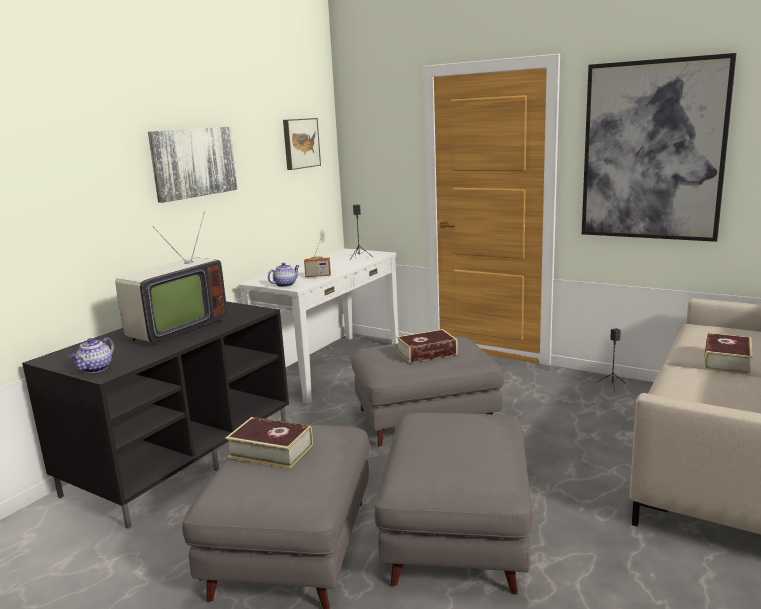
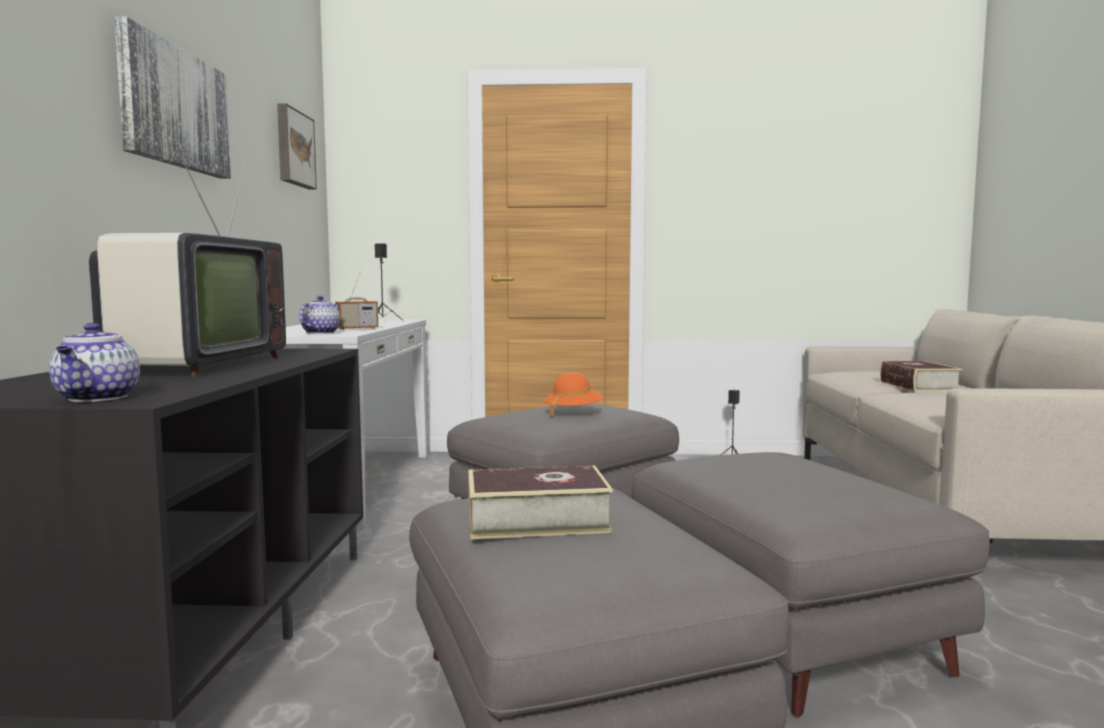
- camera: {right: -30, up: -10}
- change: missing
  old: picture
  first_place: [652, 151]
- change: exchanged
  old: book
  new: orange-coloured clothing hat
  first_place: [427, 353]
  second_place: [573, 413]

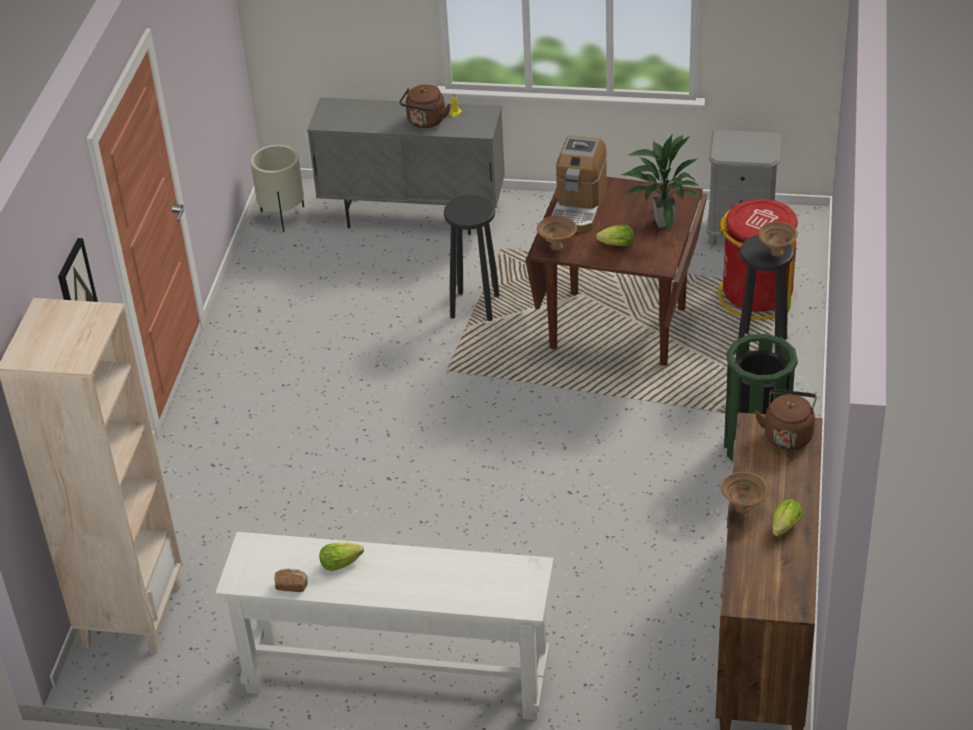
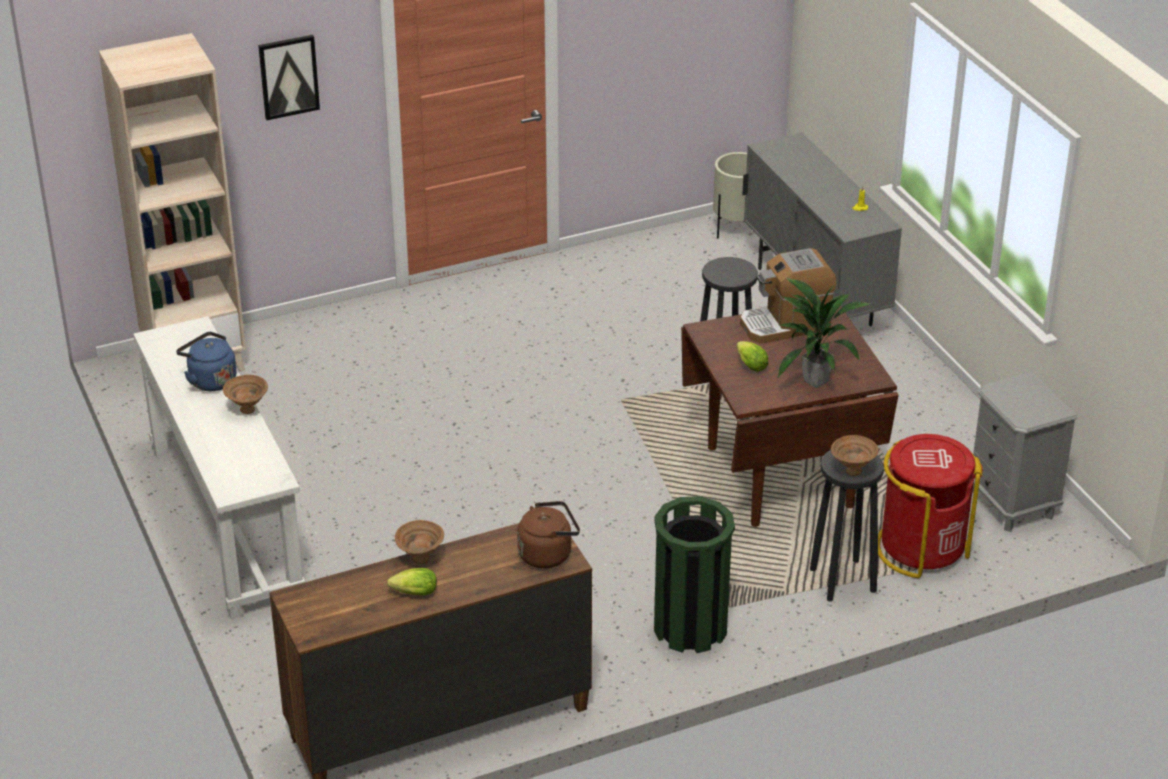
- camera: {right: 55, up: -5}
- change: missing
  old: bakery bread
  first_place: [291, 586]
- change: missing
  old: brownish water kettle
  first_place: [425, 122]
- change: relocated
  old: brownish serving bowl
  first_place: [557, 246]
  second_place: [248, 410]
- change: exchanged
  old: head of lettuce
  new: blue-coloured water kettle
  first_place: [343, 563]
  second_place: [210, 380]

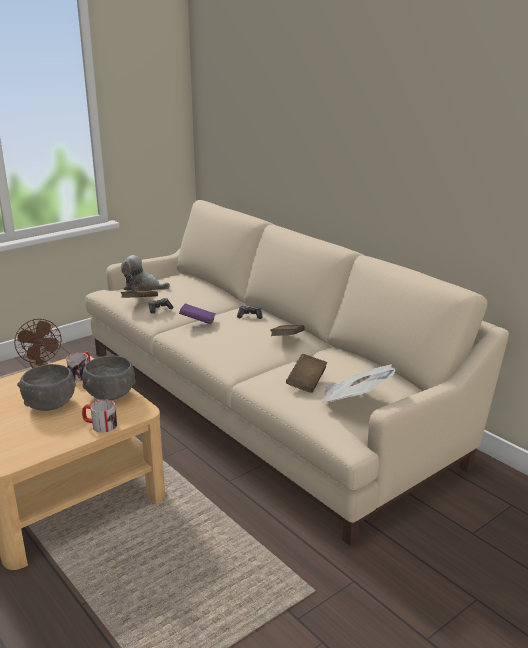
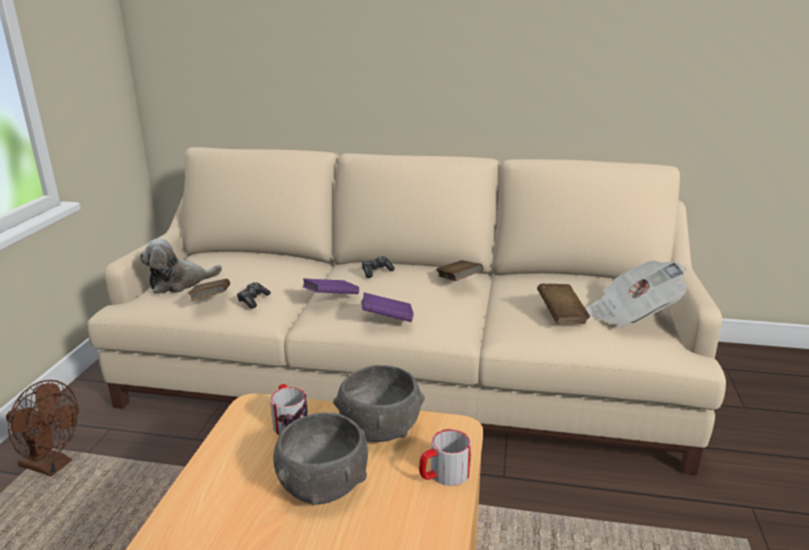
- camera: {right: -40, up: 0}
- change: appeared
  new: purplish book
  second_place: [387, 320]

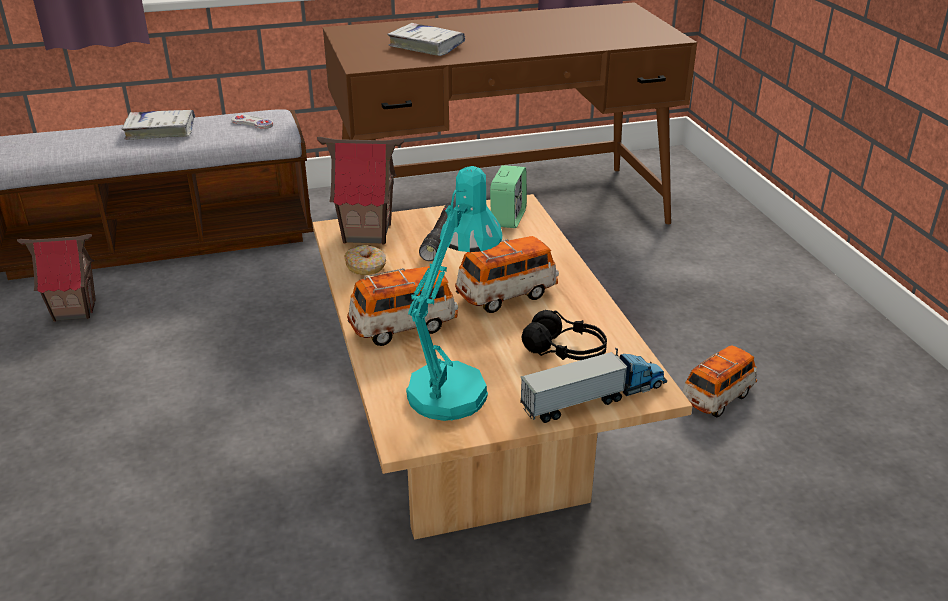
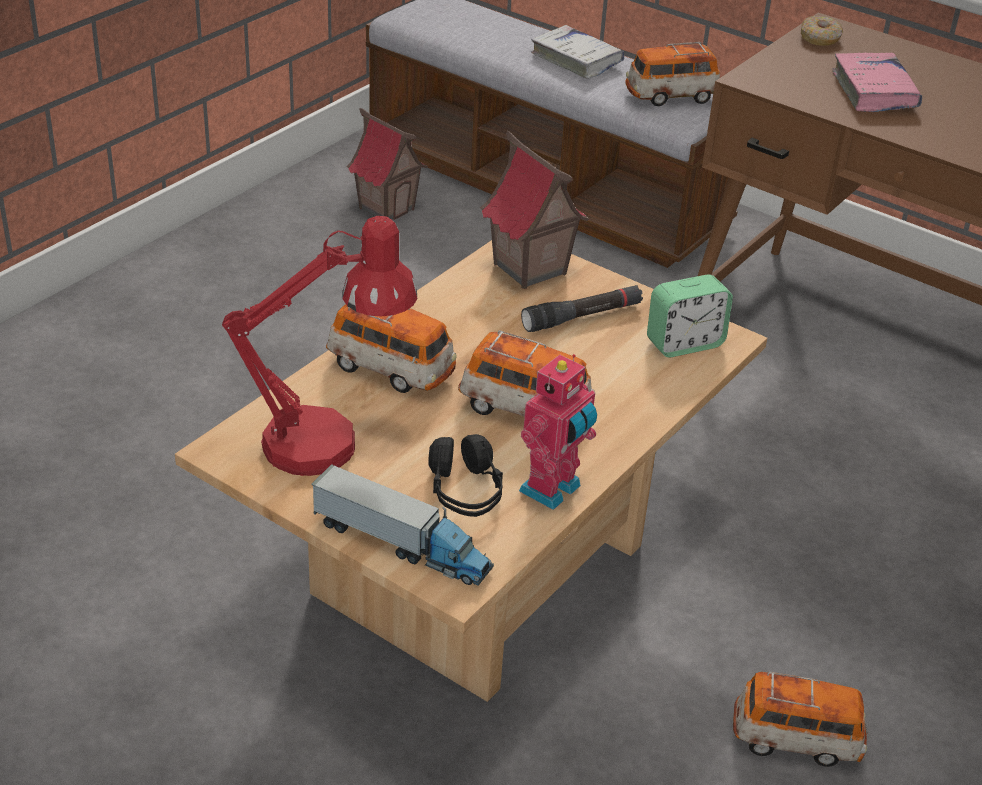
- camera: {right: 50, up: 5}
- change: appeared
  new: model robot
  second_place: [553, 490]
- change: relocated
  old: ring doughnut
  first_place: [366, 266]
  second_place: [820, 38]
- change: exchanged
  old: white game controller
  new: toy car
  first_place: [252, 123]
  second_place: [671, 96]
- change: colour
  old: white book
  new: pink-coloured book
  first_place: [426, 46]
  second_place: [874, 92]
- change: colour
  old: turquoise-coloured tabletop lamp
  new: red-coloured tabletop lamp
  first_place: [454, 384]
  second_place: [330, 443]

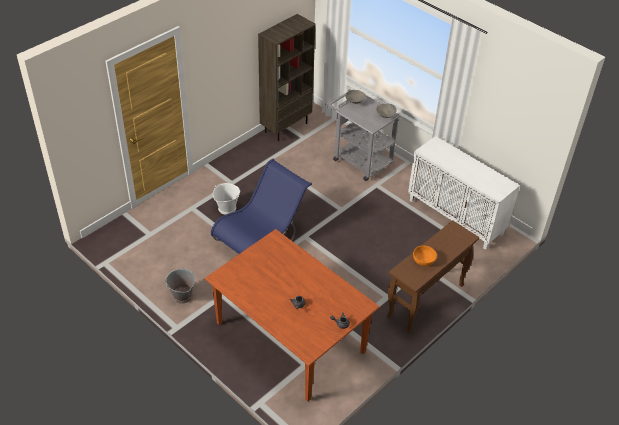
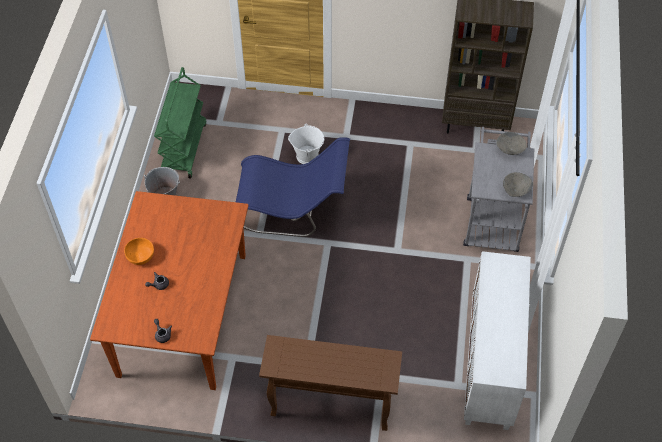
- camera: {right: 55, up: 10}
- change: appeared
  new: green-coloured wheeled cart
  second_place: [184, 148]
- change: relocated
  old: orange-coloured serving bowl
  first_place: [424, 260]
  second_place: [140, 256]

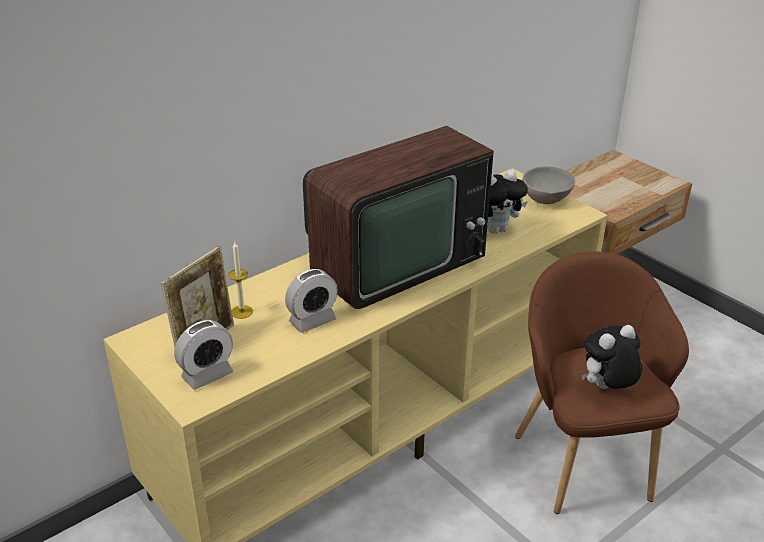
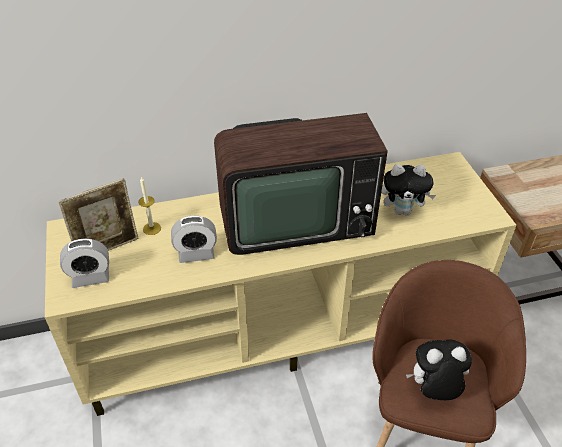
- camera: {right: 25, up: 10}
- change: missing
  old: gray serving bowl
  first_place: [547, 200]

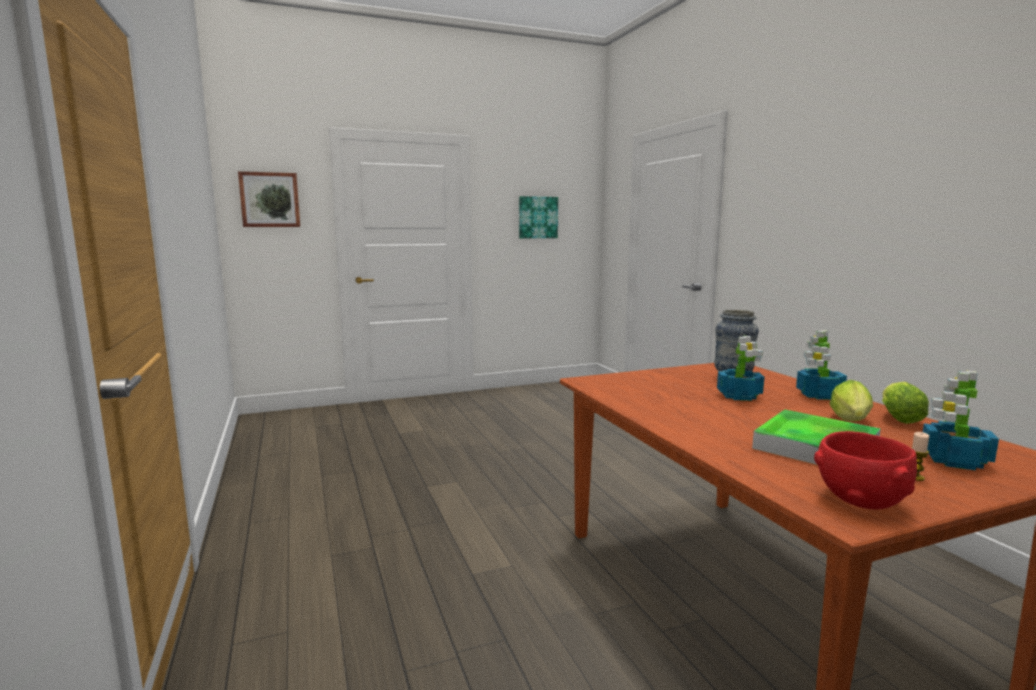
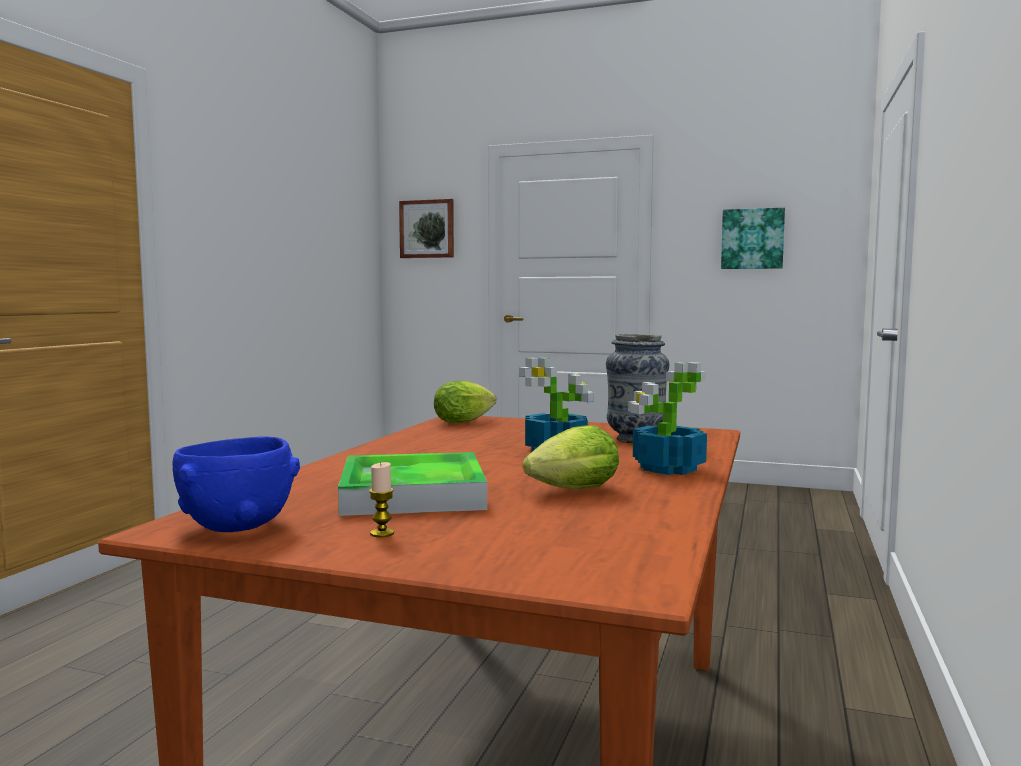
- camera: {right: 40, up: -5}
- change: missing
  old: plant in a pot
  first_place: [954, 461]
- change: relocated
  old: head of lettuce
  first_place: [898, 418]
  second_place: [466, 421]
- change: colour
  old: red-coloured serving bowl
  new: blue-coloured serving bowl
  first_place: [860, 501]
  second_place: [238, 526]

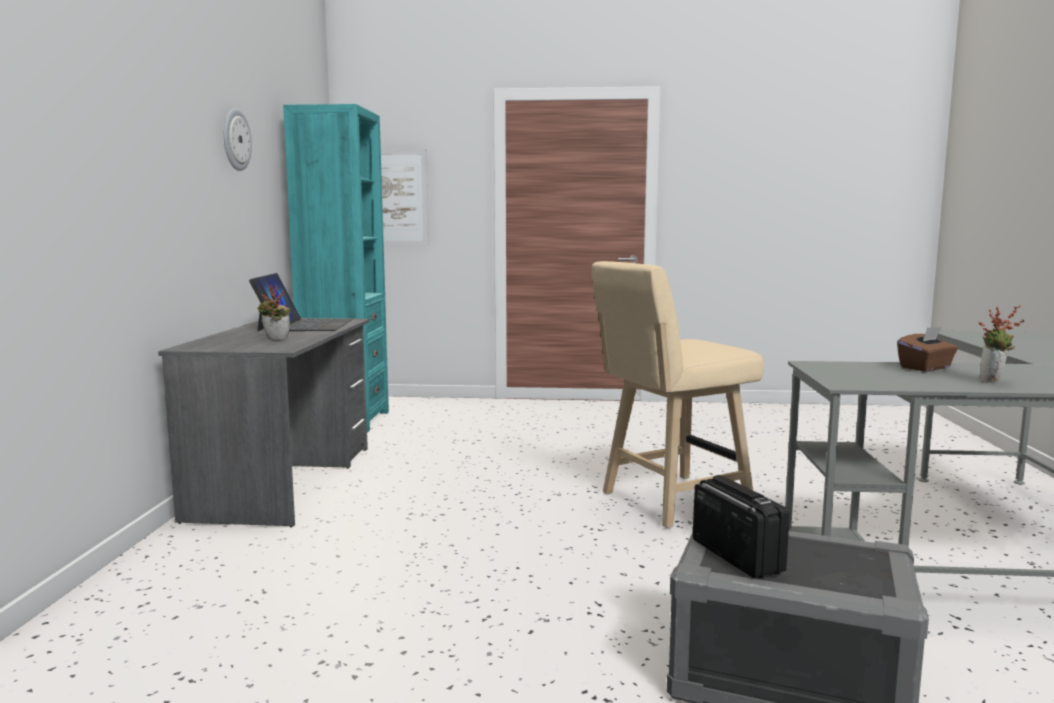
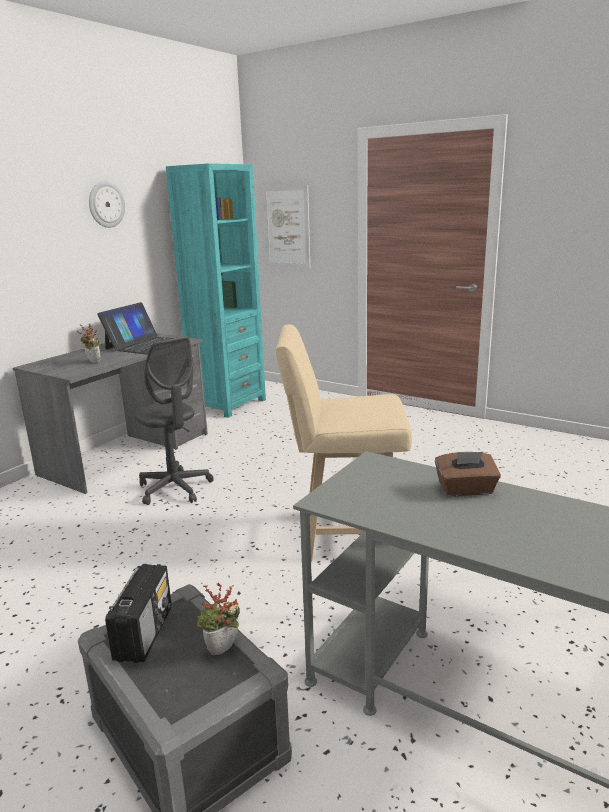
- camera: {right: 30, up: 10}
- change: appeared
  new: gray desk chair
  second_place: [175, 489]
- change: relocated
  old: plant in a pot
  first_place: [994, 381]
  second_place: [223, 651]

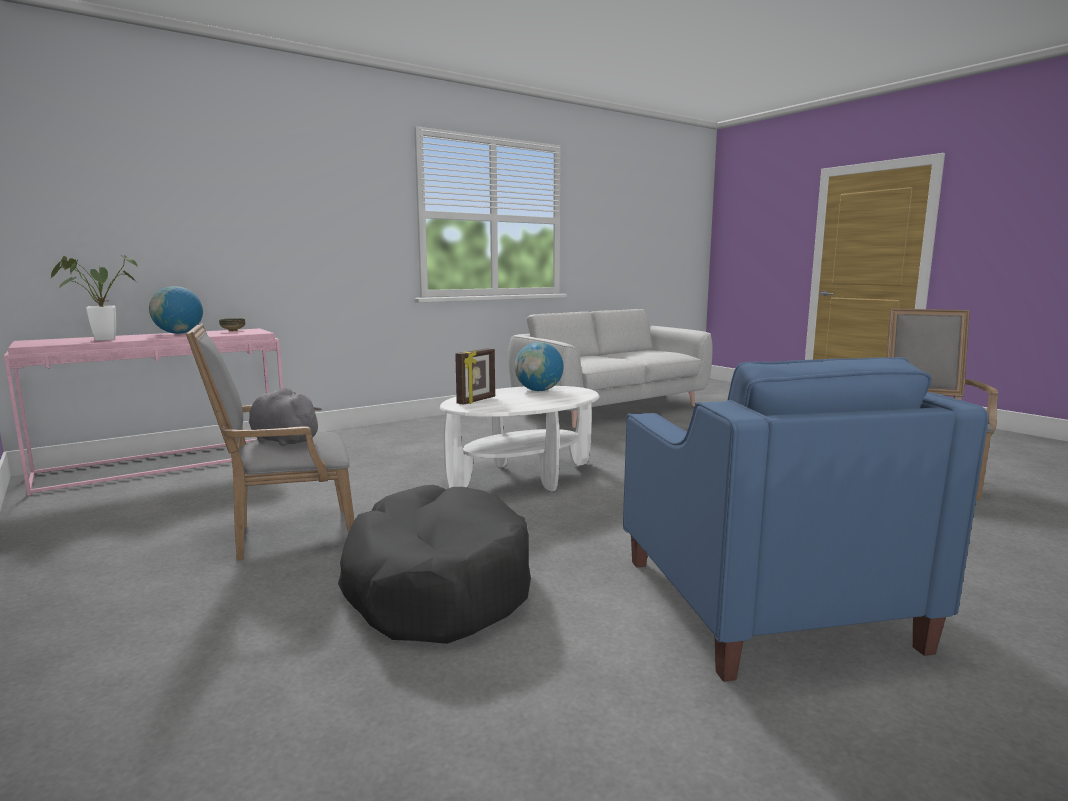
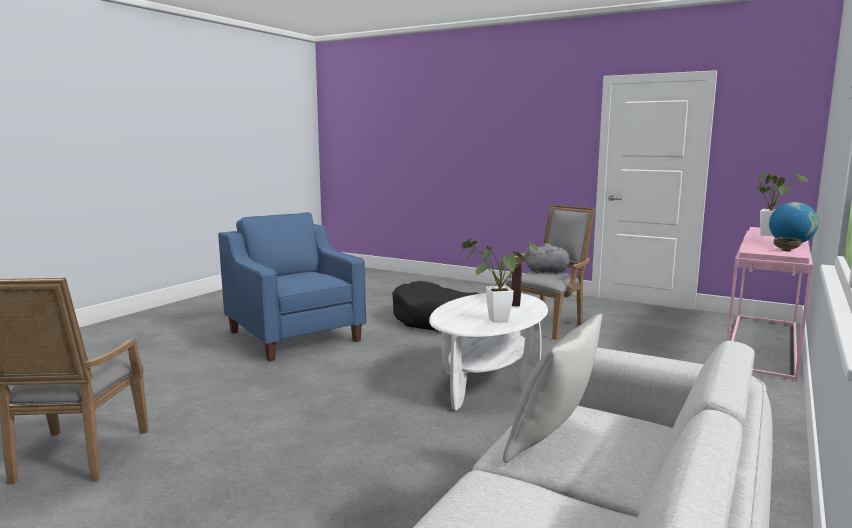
- camera: {right: 155, up: 0}
- change: appeared
  new: gray cushion
  second_place: [552, 442]
- change: exchanged
  old: globe
  new: plant in a pot
  first_place: [539, 390]
  second_place: [493, 320]

